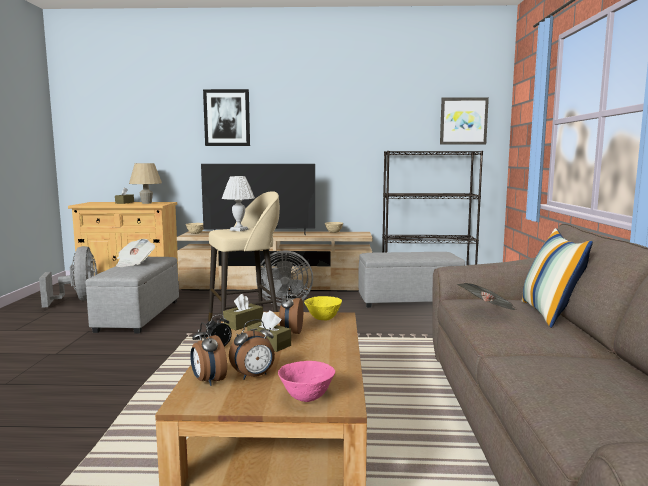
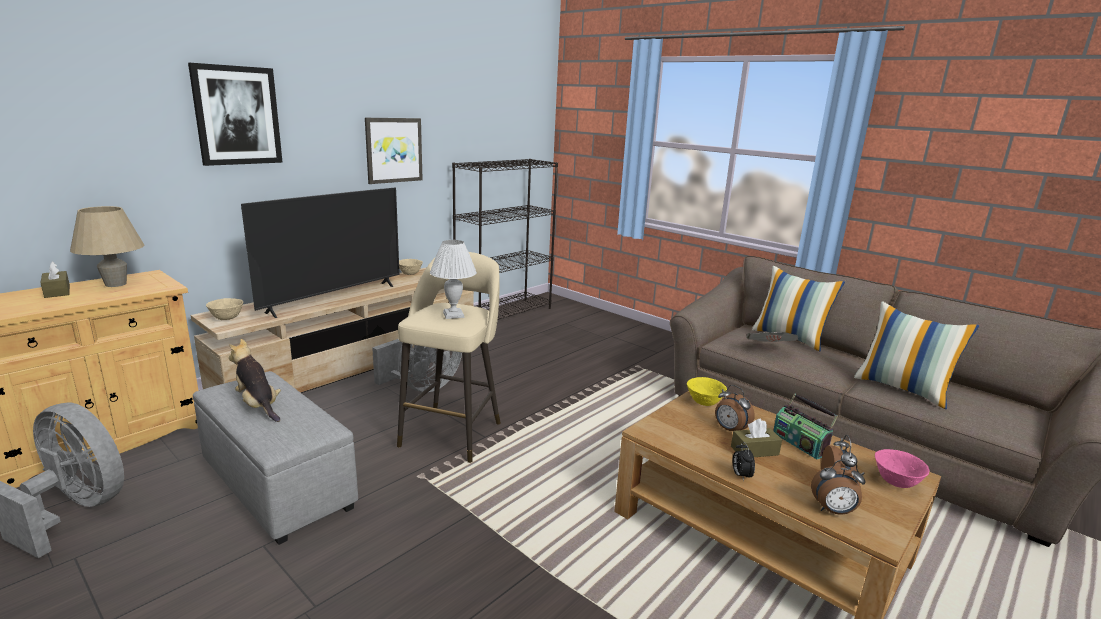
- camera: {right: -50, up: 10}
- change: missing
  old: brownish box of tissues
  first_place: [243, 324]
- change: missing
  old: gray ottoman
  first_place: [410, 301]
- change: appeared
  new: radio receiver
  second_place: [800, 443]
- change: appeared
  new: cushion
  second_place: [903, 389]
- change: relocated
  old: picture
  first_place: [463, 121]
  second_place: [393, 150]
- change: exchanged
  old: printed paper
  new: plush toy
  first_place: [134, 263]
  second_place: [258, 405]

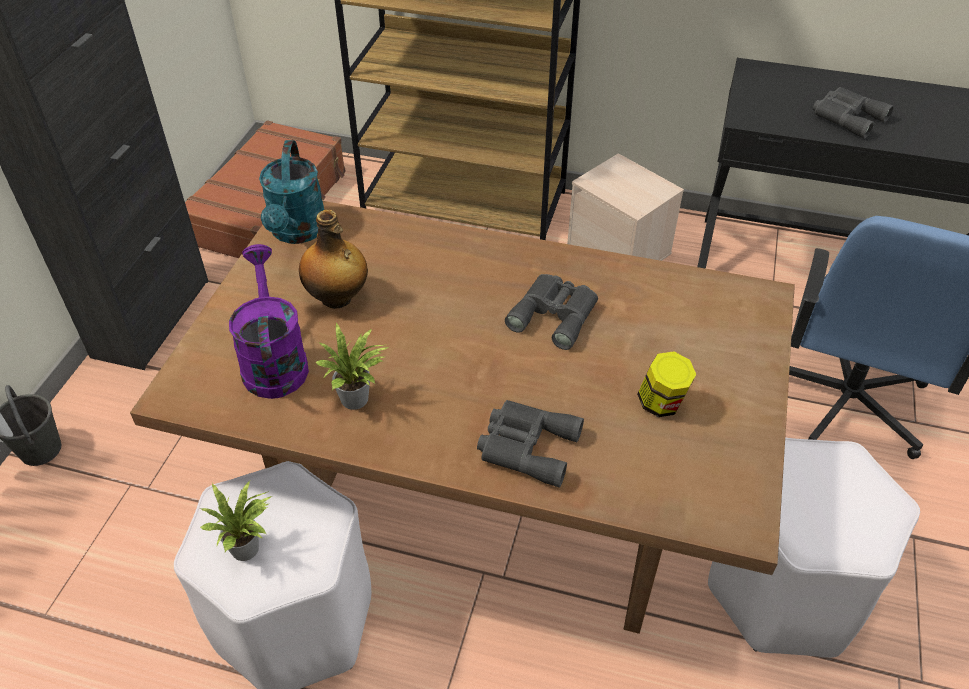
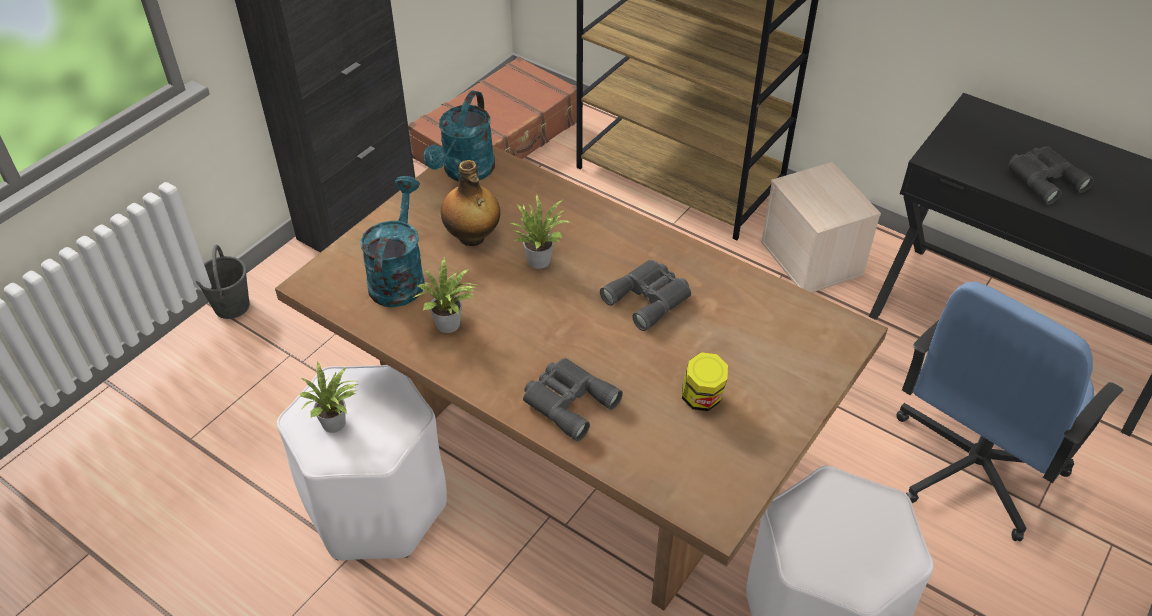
- camera: {right: 20, up: 0}
- change: appeared
  new: plant in a pot
  second_place: [539, 258]
- change: colour
  old: purplish sprinkling can
  new: turquoise-coloured sprinkling can
  first_place: [273, 361]
  second_place: [399, 276]

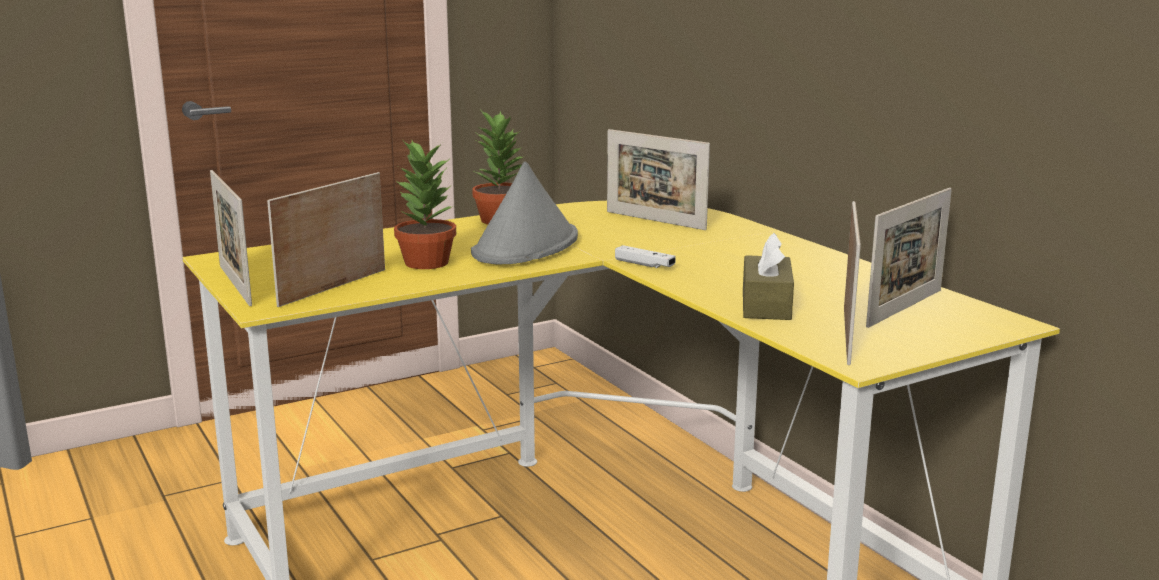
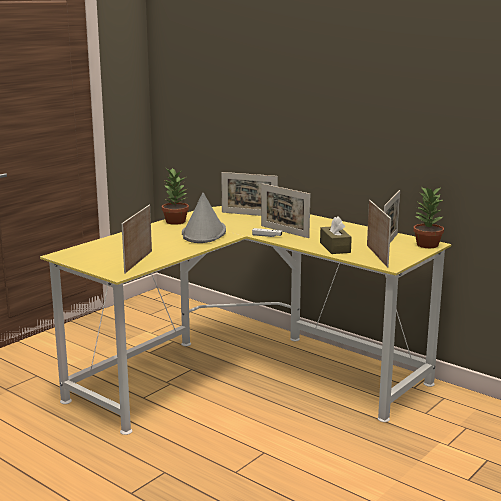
- camera: {right: -20, up: 0}
- change: relocated
  old: picture frame
  first_place: [235, 285]
  second_place: [284, 232]
- change: relocated
  old: plant in a pot
  first_place: [425, 262]
  second_place: [426, 245]

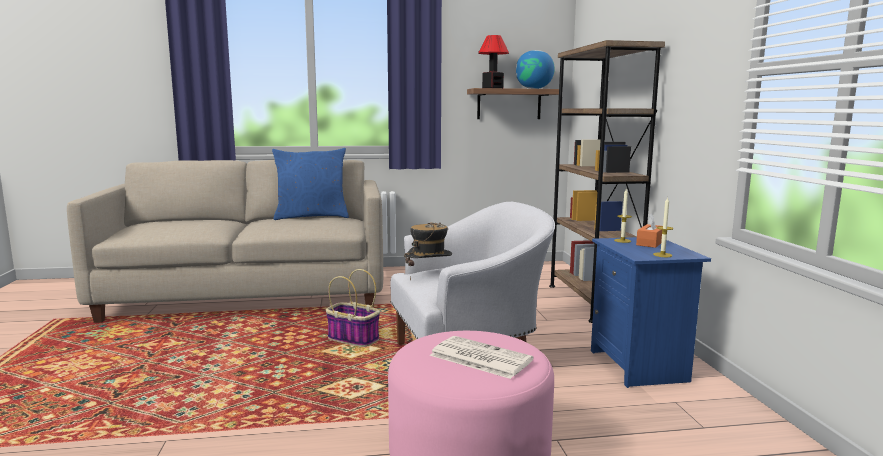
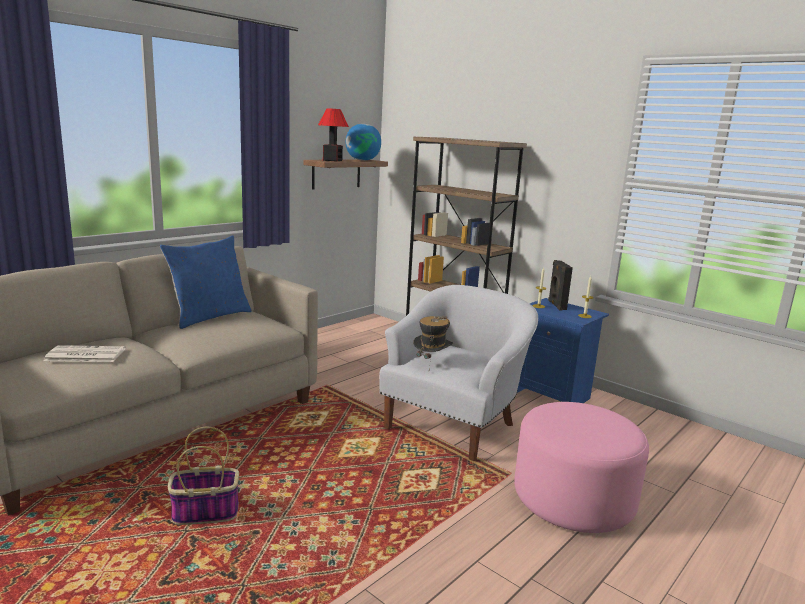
- camera: {right: -40, up: 5}
- change: relocated
  old: storage basket
  first_place: [352, 338]
  second_place: [204, 512]
- change: relocated
  old: printed paper
  first_place: [479, 358]
  second_place: [84, 355]
- change: exchanged
  old: orange-coloured box of tissues
  new: blackish speaker
  first_place: [650, 243]
  second_place: [556, 305]

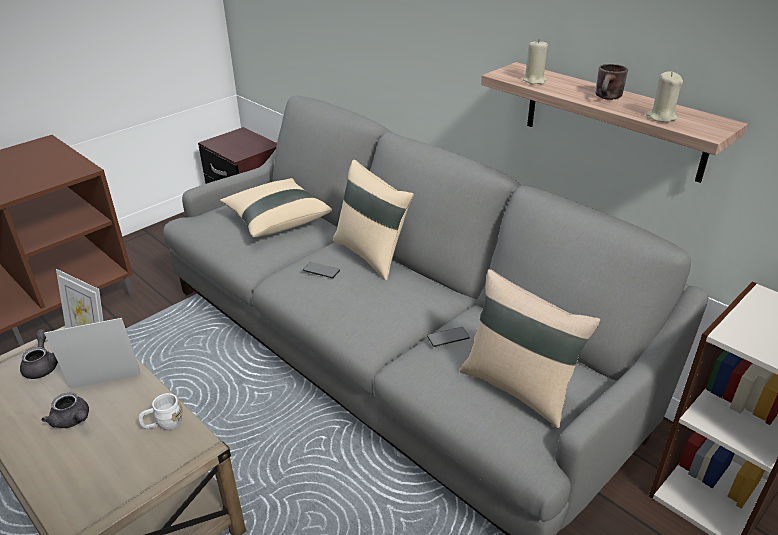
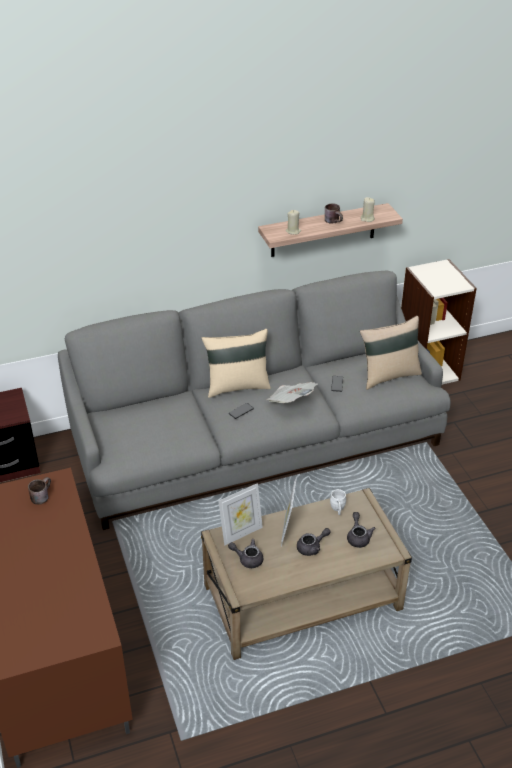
- camera: {right: -65, up: 5}
- change: missing
  old: sand-coloured cushion
  first_place: [276, 220]
- change: appeared
  new: brownish coffee mug
  second_place: [41, 495]
- change: appeared
  new: printed paper
  second_place: [291, 402]
- change: appeared
  new: gray tea pot
  second_place: [358, 537]

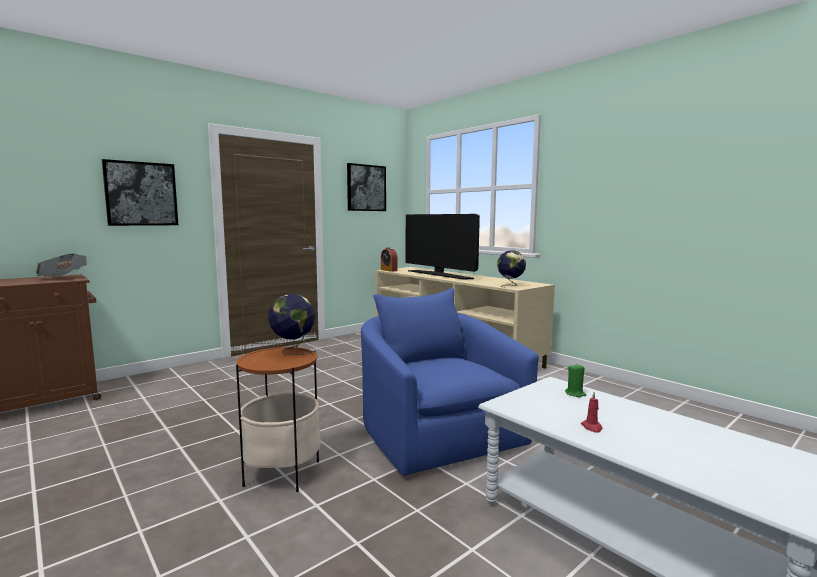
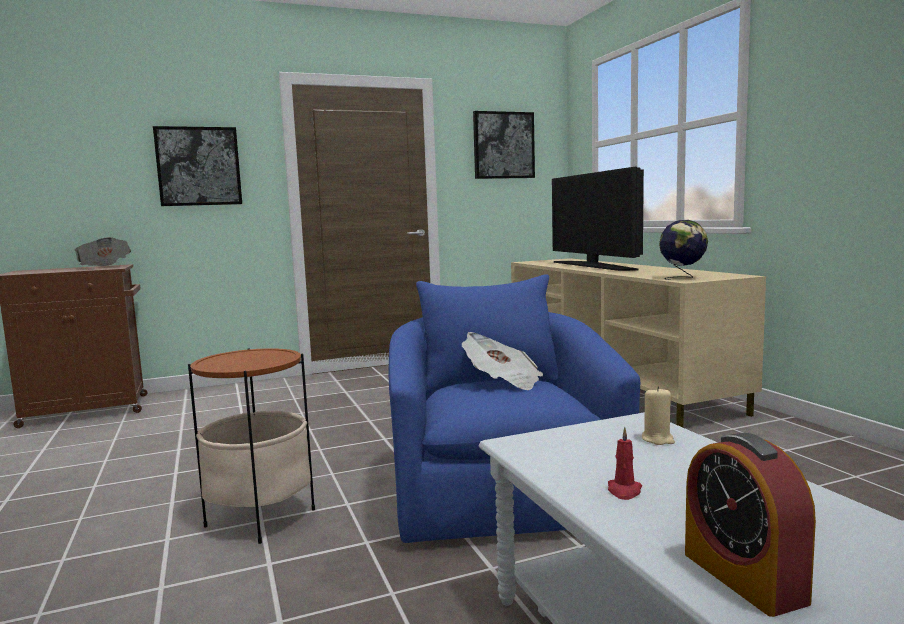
- camera: {right: 20, up: 0}
- change: missing
  old: globe
  first_place: [293, 351]
- change: appeared
  new: printed paper
  second_place: [503, 381]
- change: relocated
  old: bedside clock
  first_place: [389, 270]
  second_place: [743, 577]
- change: colour
  old: green-coloured wax light
  new: sand-coloured wax light
  first_place: [575, 394]
  second_place: [657, 439]

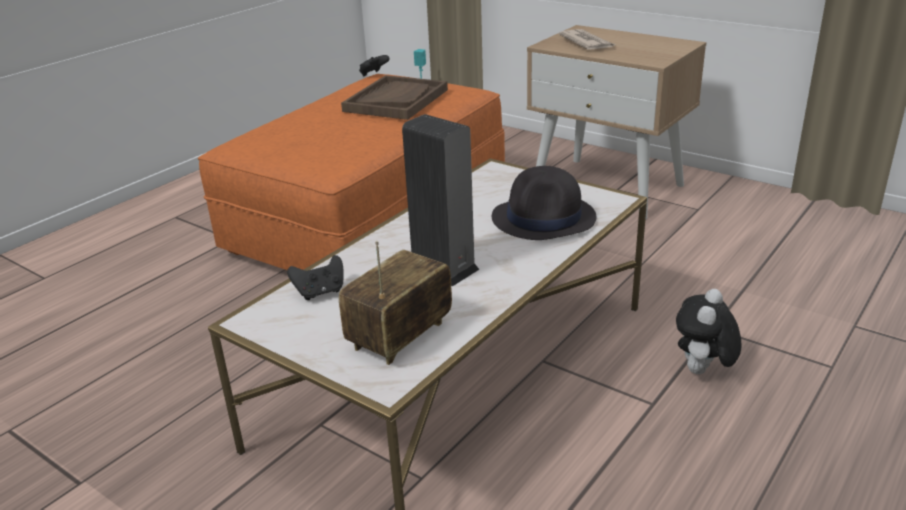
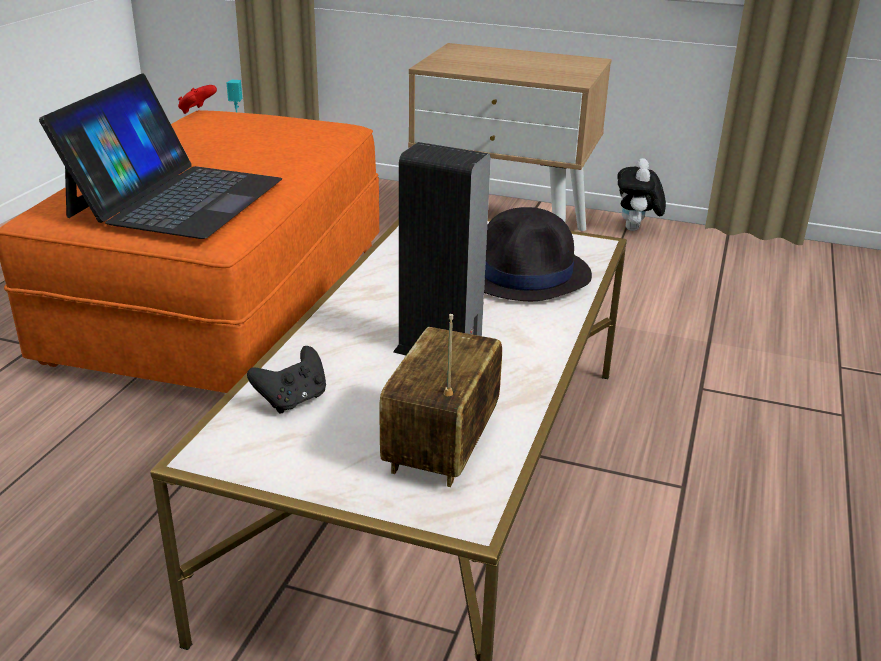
- camera: {right: -20, up: 0}
- change: missing
  old: brownish serving tray
  first_place: [396, 100]
- change: missing
  old: printed paper
  first_place: [586, 43]
- change: appeared
  new: laptop
  second_place: [176, 197]
- change: relocated
  old: plush toy
  first_place: [702, 372]
  second_place: [636, 229]
- change: colour
  old: blackish game controller
  new: red-coloured game controller
  first_place: [373, 75]
  second_place: [197, 111]

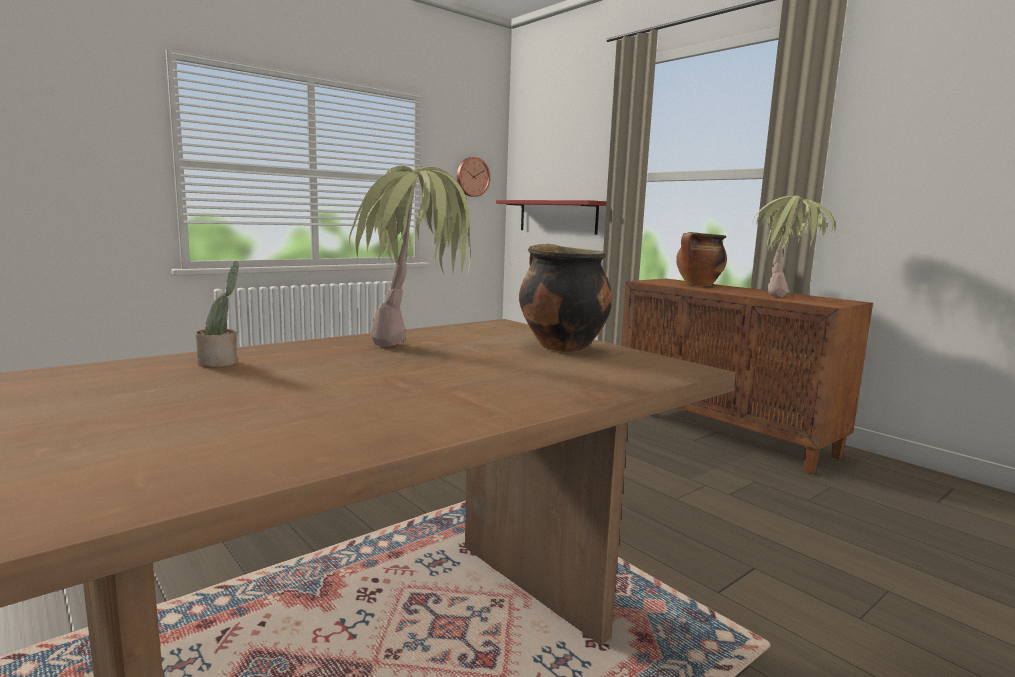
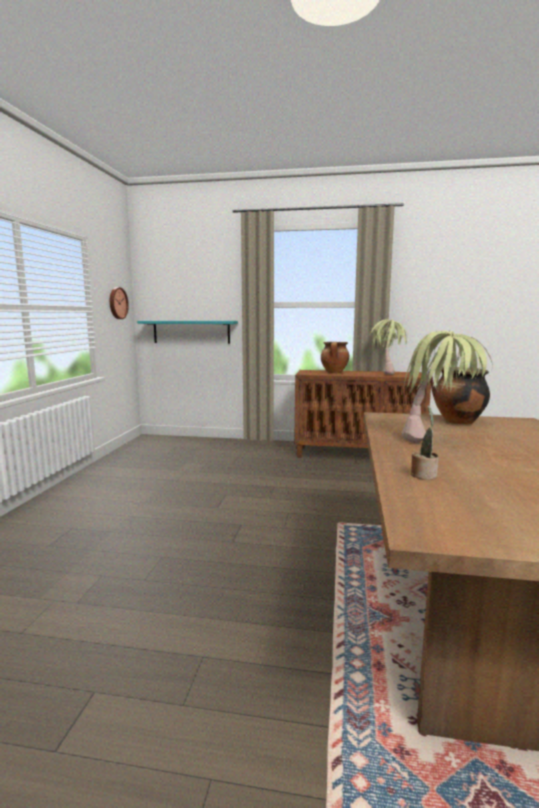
- camera: {right: -40, up: 0}
- change: colour
  old: red-coloured wall shelf
  new: turquoise-coloured wall shelf
  first_place: [557, 216]
  second_place: [191, 332]

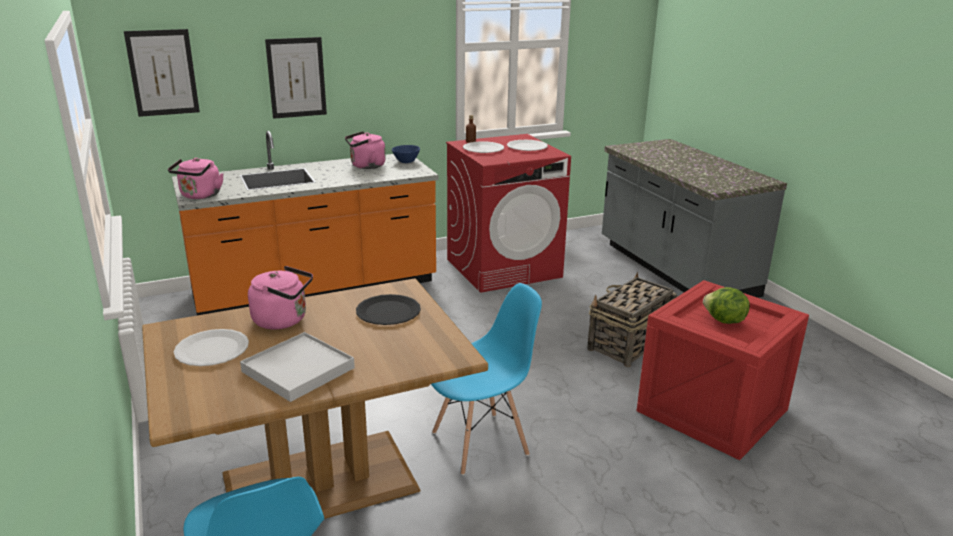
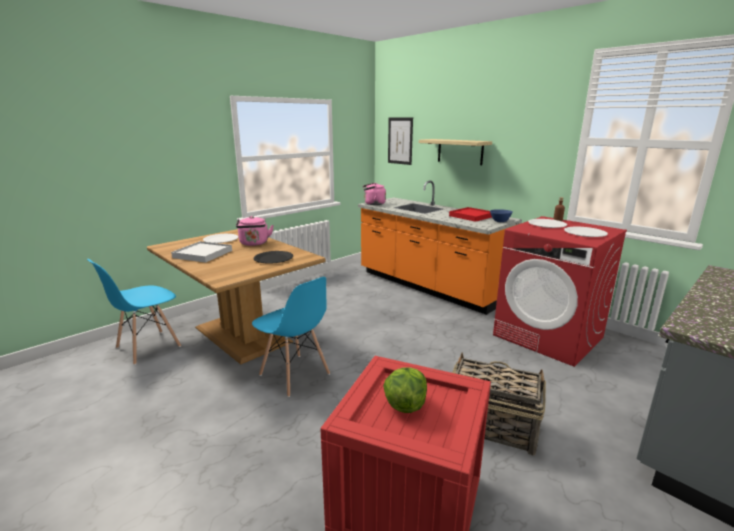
- camera: {right: 70, up: -5}
- change: exchanged
  old: picture
  new: wall shelf
  first_place: [296, 77]
  second_place: [460, 151]
- change: exchanged
  old: pink-coloured water kettle
  new: red-coloured serving tray
  first_place: [366, 166]
  second_place: [471, 216]

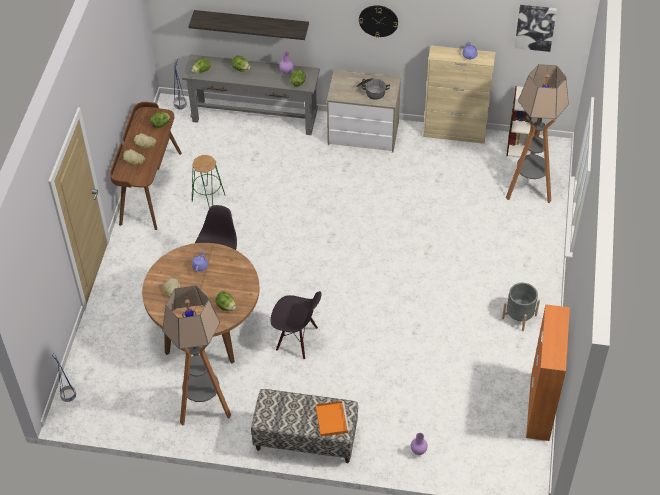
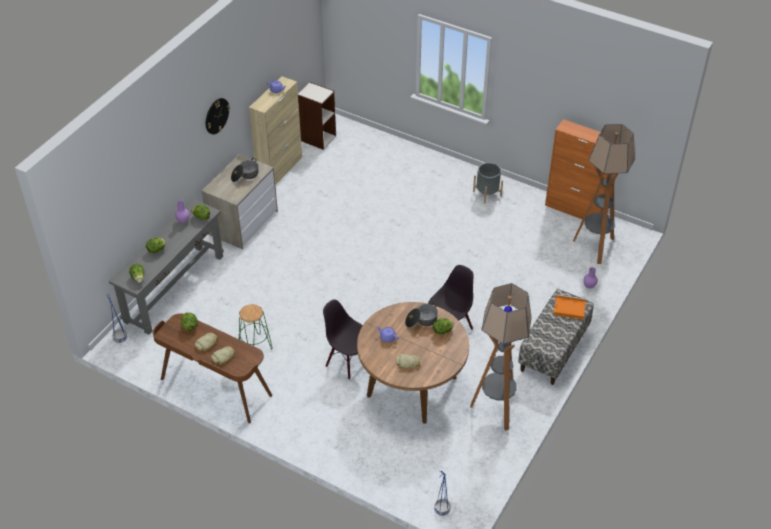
- camera: {right: -70, up: -5}
- change: missing
  old: wall shelf
  first_place: [251, 23]
- change: missing
  old: picture
  first_place: [535, 27]
- change: appeared
  new: saucepot
  second_place: [421, 320]
- change: relocated
  old: floor lamp
  first_place: [528, 191]
  second_place: [595, 247]

